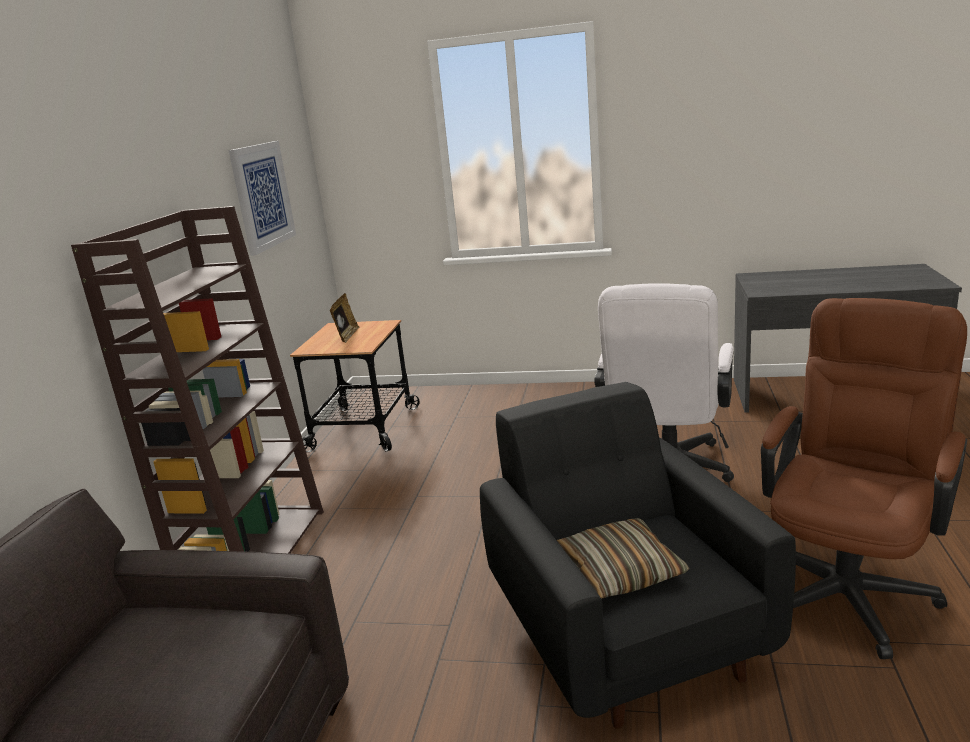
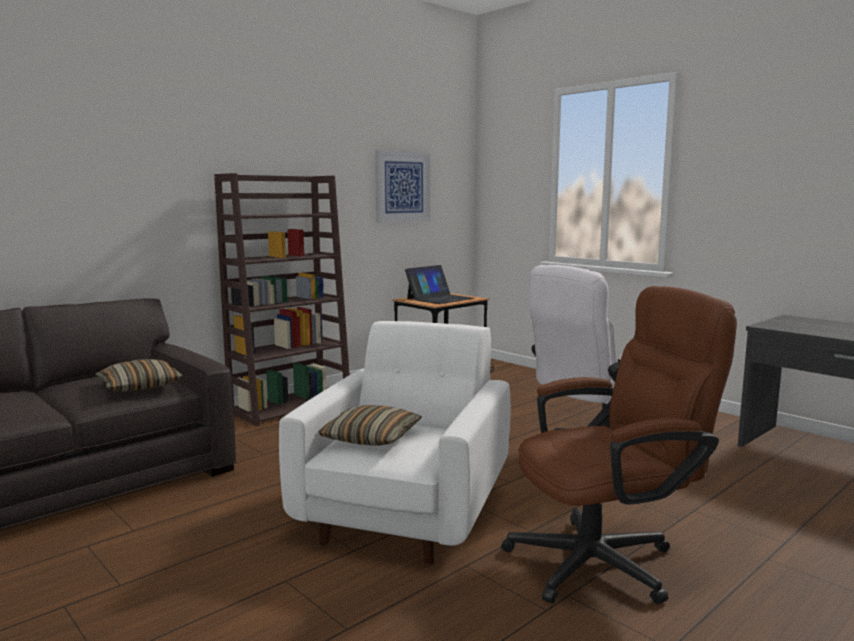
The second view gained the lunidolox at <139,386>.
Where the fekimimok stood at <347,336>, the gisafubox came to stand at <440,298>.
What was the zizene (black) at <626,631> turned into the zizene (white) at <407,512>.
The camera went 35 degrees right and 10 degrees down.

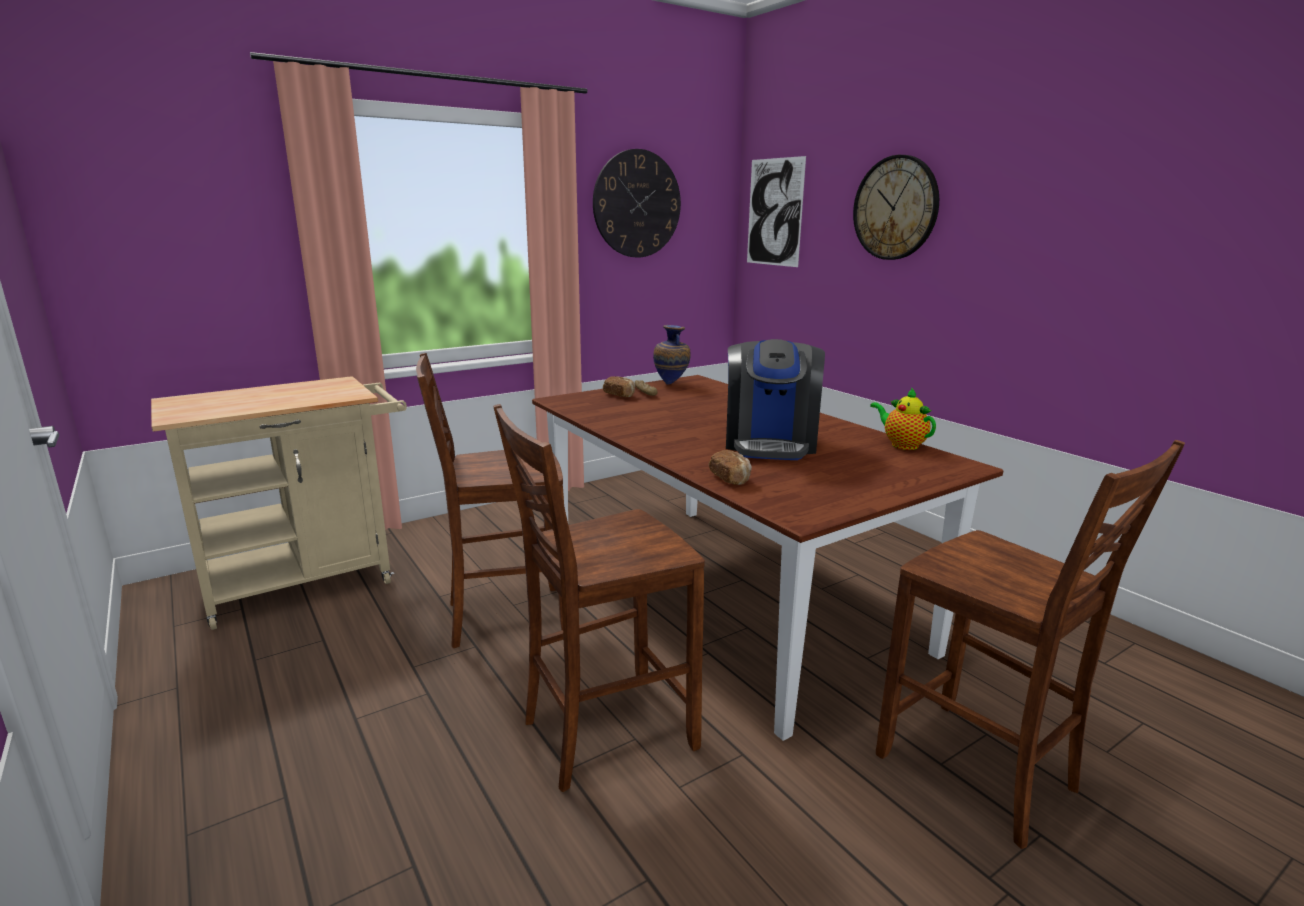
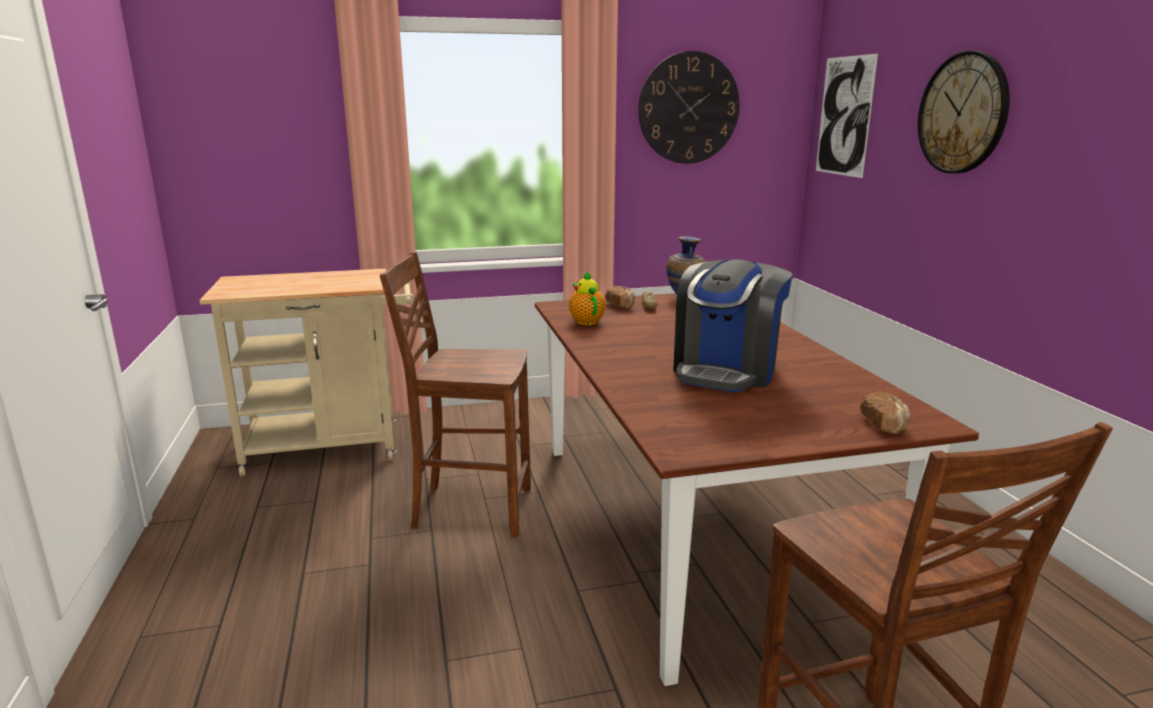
The second view lost the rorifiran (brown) at <604,733>.
The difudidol ended up elsewhere, having gone from <731,478> to <884,425>.
The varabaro ended up elsewhere, having gone from <901,445> to <586,321>.
The camera went 20 degrees right and 0 degrees up.

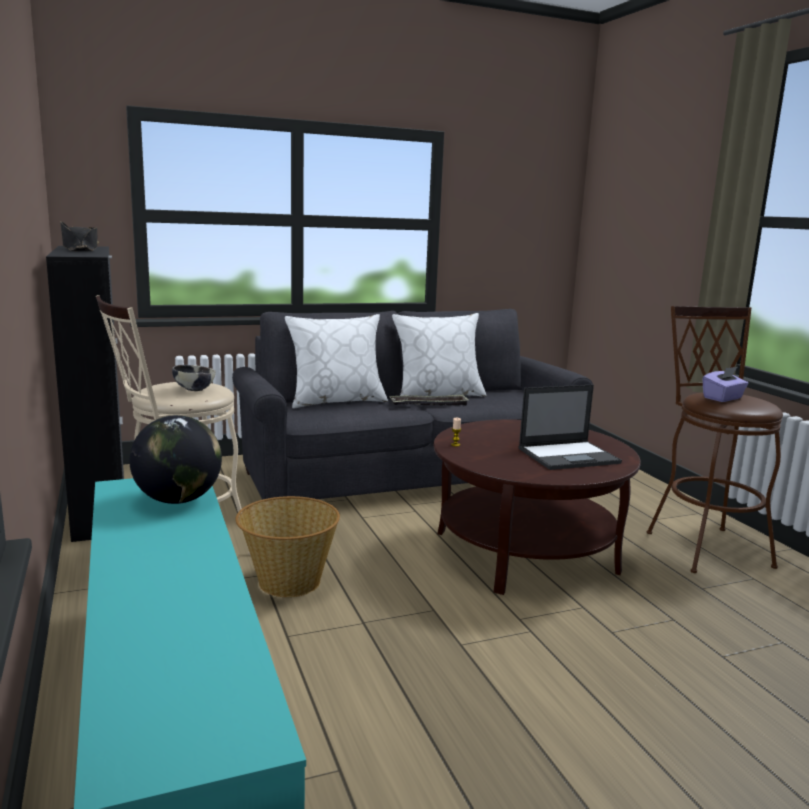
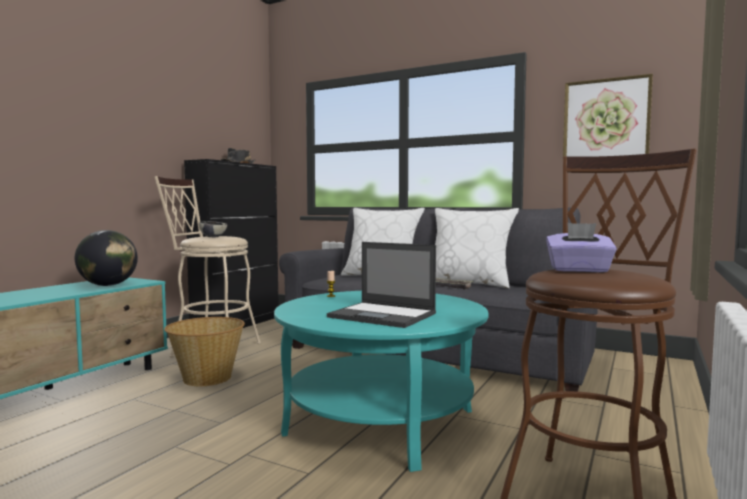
The second view gained the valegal at <606,119>.
What was the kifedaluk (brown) at <525,551> turned into the kifedaluk (turquoise) at <381,421>.
The camera went 50 degrees right and 10 degrees down.

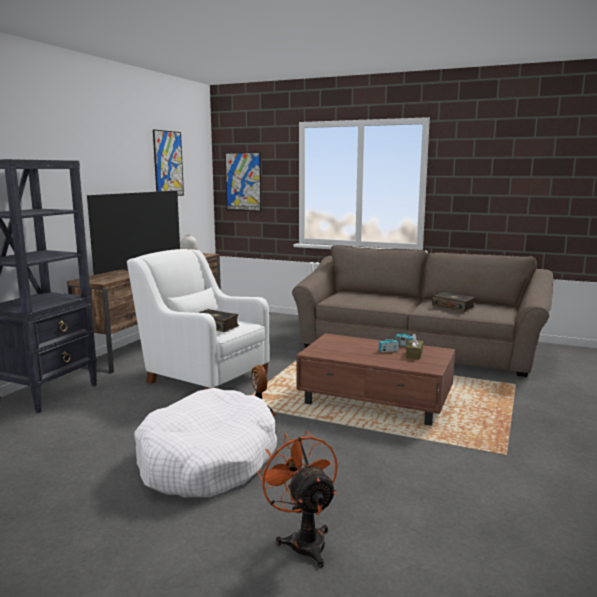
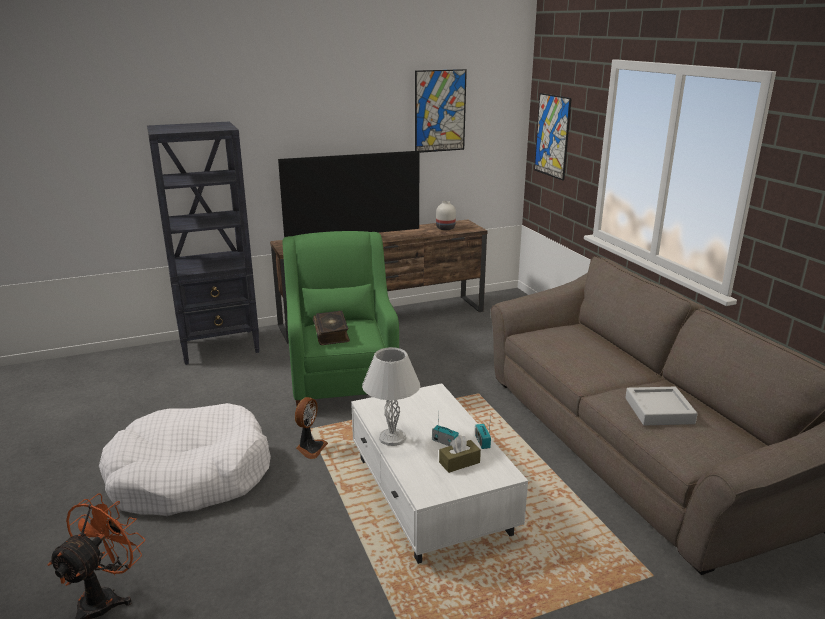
The second view gained the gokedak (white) at <391,438>.
Where the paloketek stood at <453,306>, the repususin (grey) came to stand at <659,411>.
What was the zizene (white) at <203,377> turned into the zizene (green) at <342,380>.
What was the kifedaluk (brown) at <376,401> turned into the kifedaluk (white) at <430,496>.
The camera went 45 degrees right and 10 degrees up.

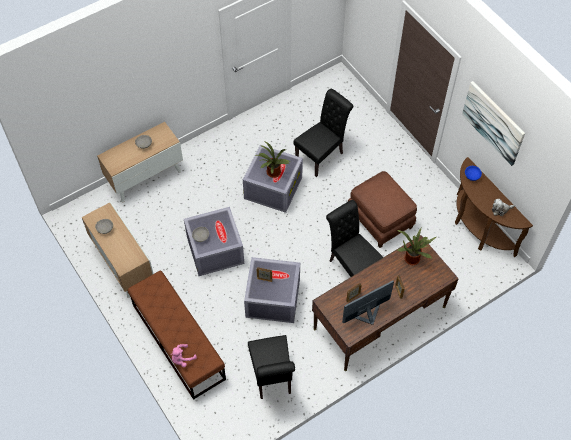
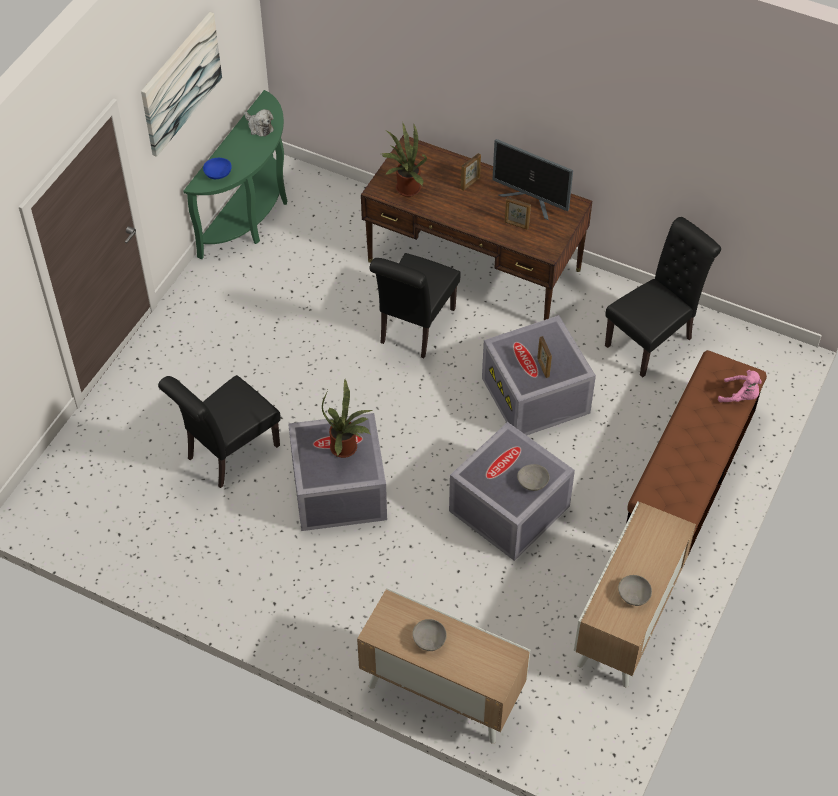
The second view lost the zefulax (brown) at <380,218>.
What was the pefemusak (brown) at <477,229> turned into the pefemusak (green) at <251,216>.
The rorifiran (black) at <322,155> ended up facing another way, 60 degrees counterclockwise from before.
The camera went 120 degrees left and 5 degrees down.

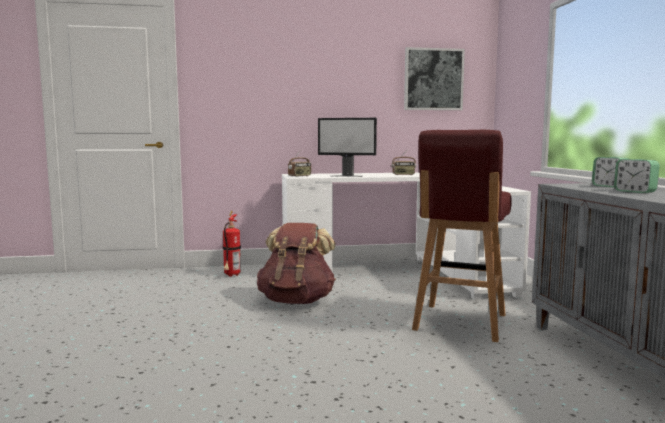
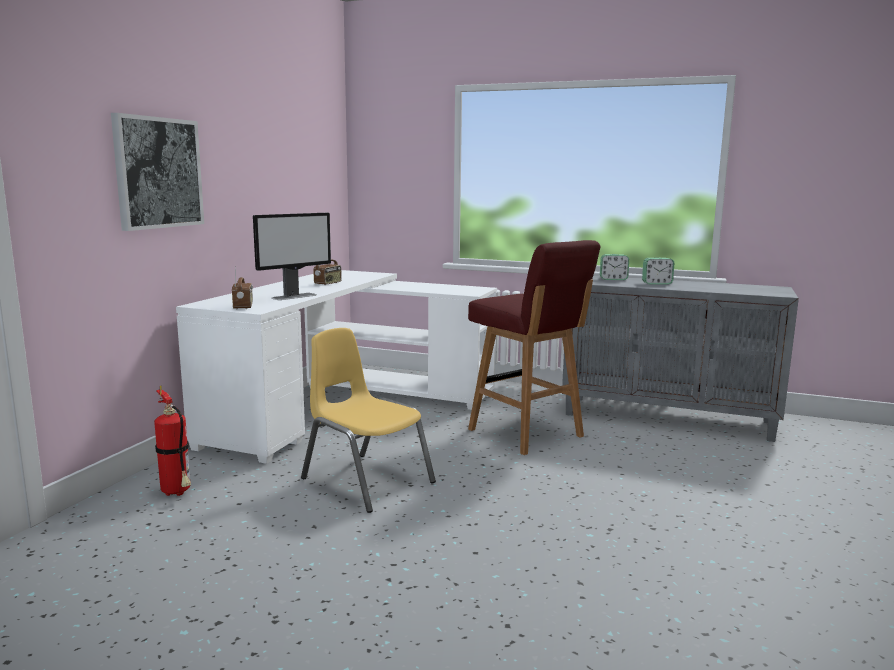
The valegal ended up elsewhere, having gone from <433,79> to <158,173>.
Where the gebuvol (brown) stood at <297,301>, the rorifiran (yellow) came to stand at <366,481>.
The camera went 60 degrees left and 5 degrees up.

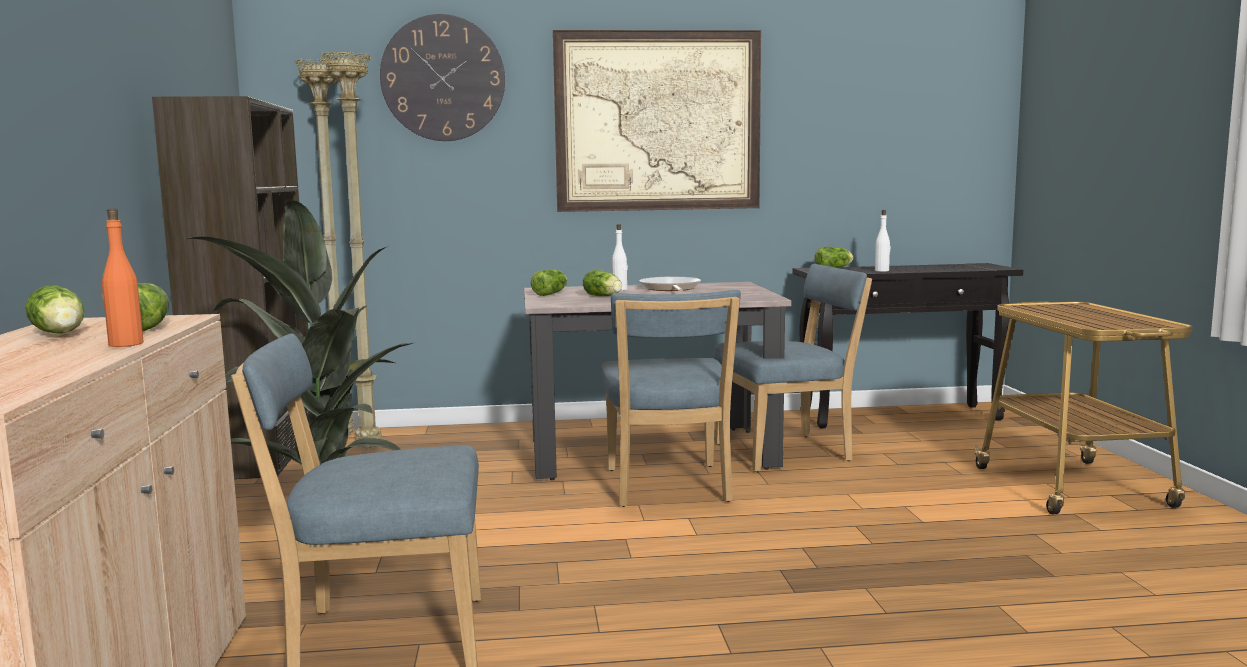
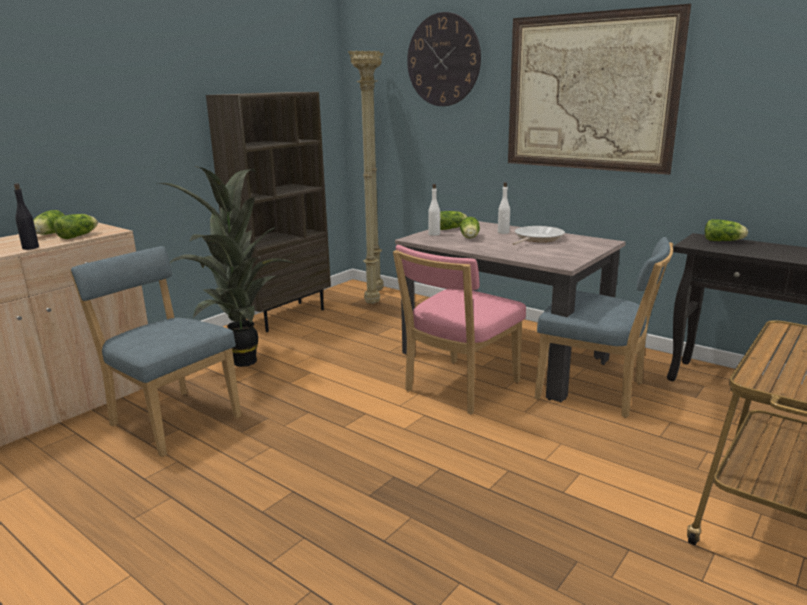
The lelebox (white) ended up elsewhere, having gone from <882,270> to <434,234>.
What was the lelebox (orange) at <125,344> turned into the lelebox (black) at <30,247>.
What was the rorifiran (blue) at <668,488> turned into the rorifiran (pink) at <458,388>.
The camera went 45 degrees right and 10 degrees up.

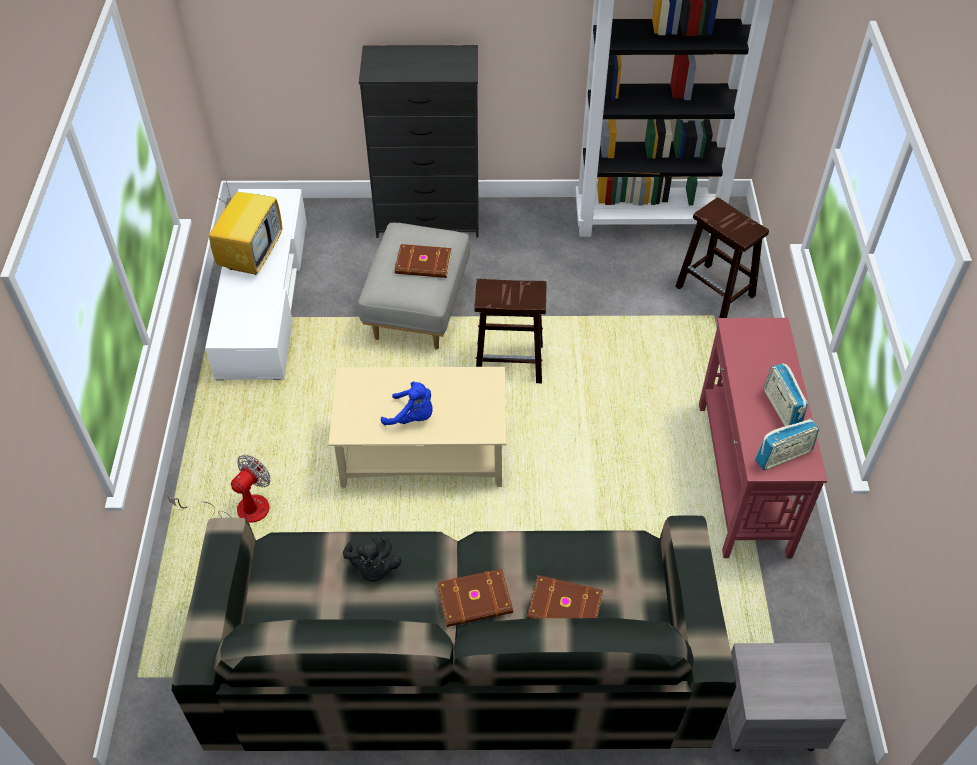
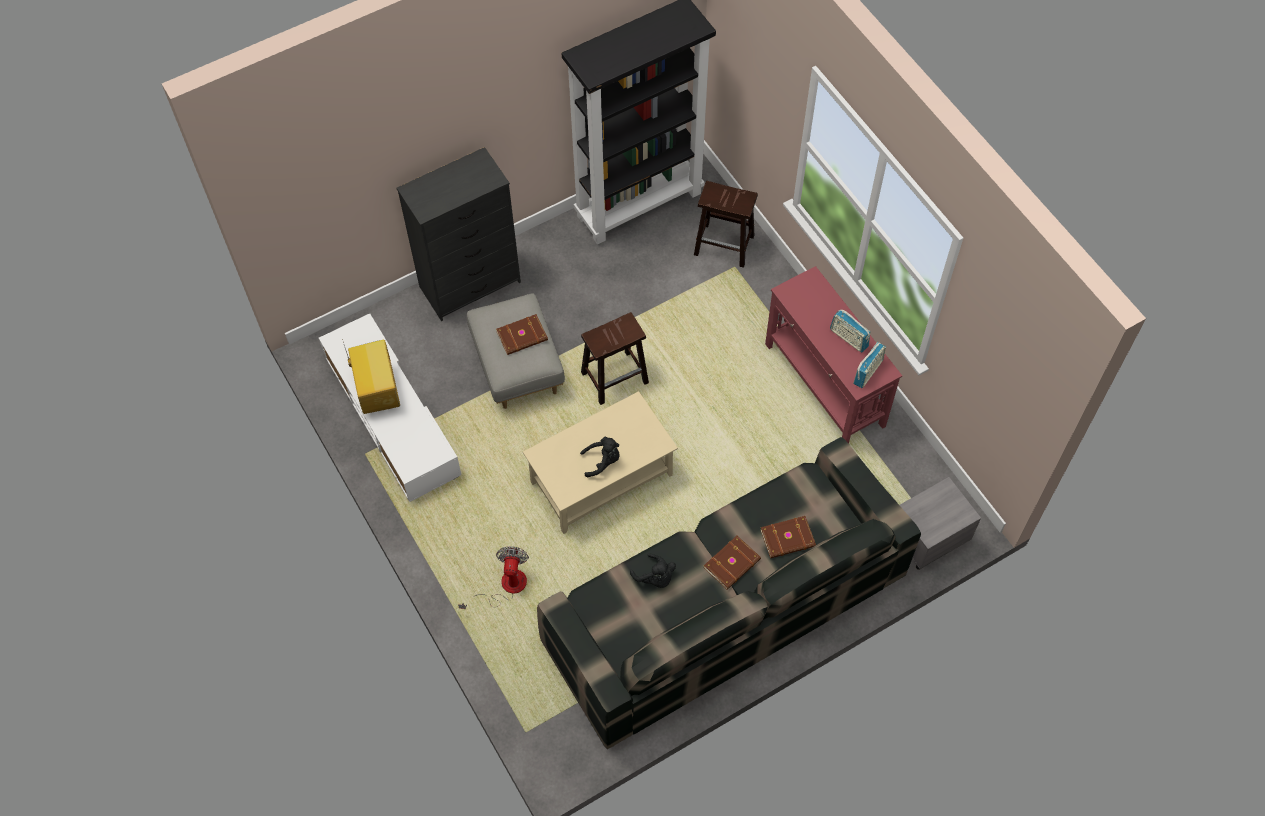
What was the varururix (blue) at <412,417> turned into the varururix (black) at <602,461>.
The camera went 30 degrees left and 10 degrees up.

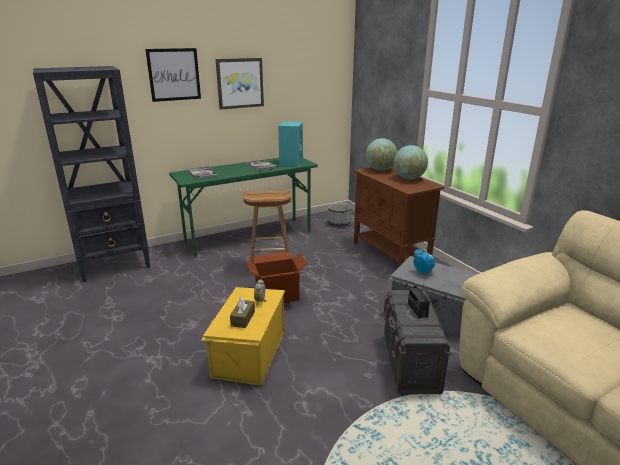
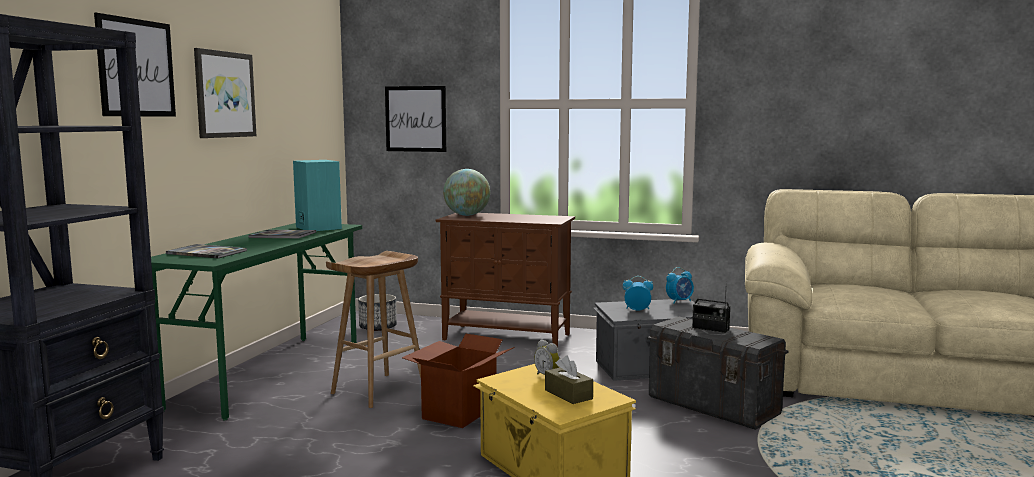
The second view lost the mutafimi at <409,178>.
The second view gained the valegal at <415,119>.
The second view gained the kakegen at <679,301>.
The camera went 45 degrees left and 15 degrees down.

